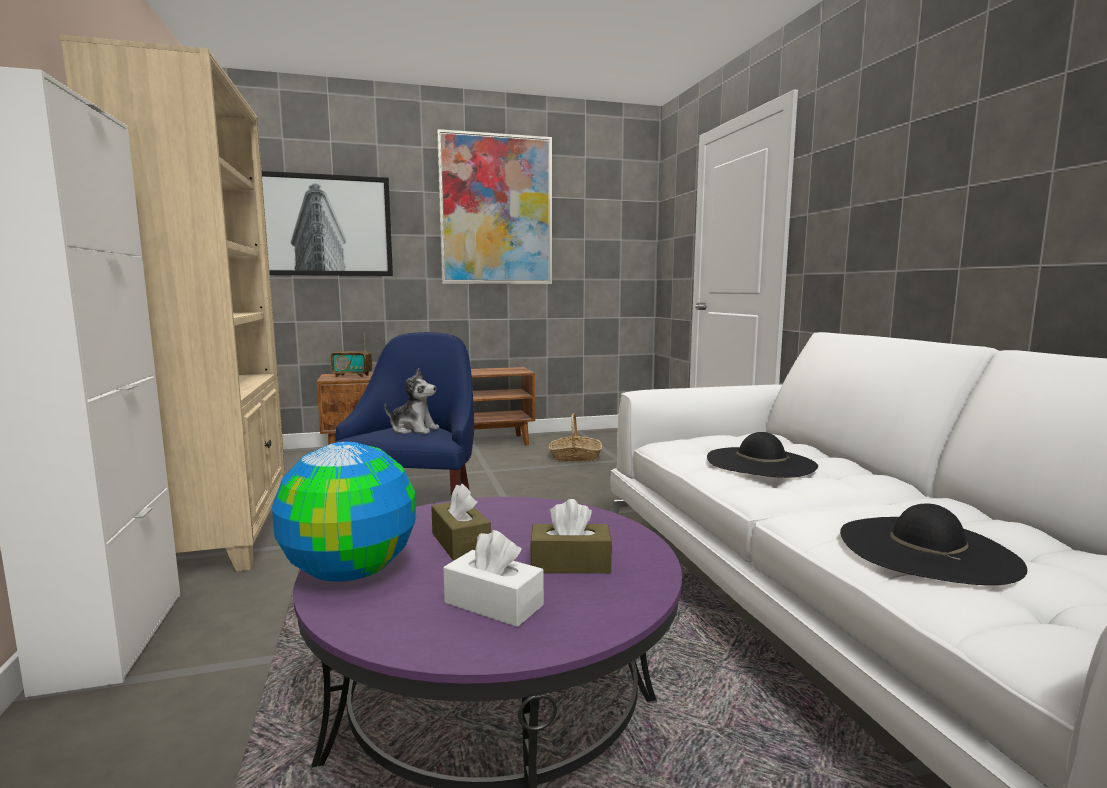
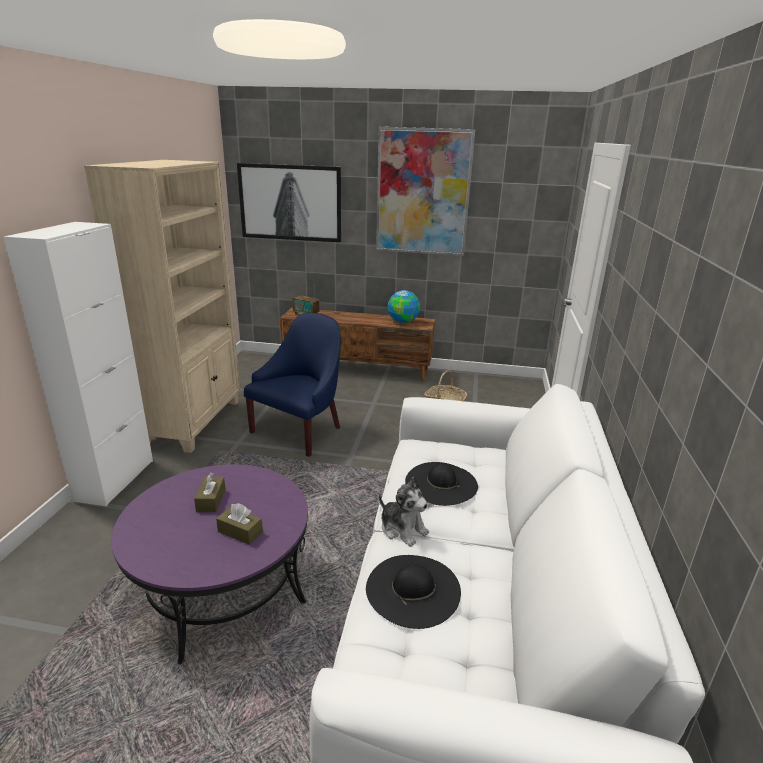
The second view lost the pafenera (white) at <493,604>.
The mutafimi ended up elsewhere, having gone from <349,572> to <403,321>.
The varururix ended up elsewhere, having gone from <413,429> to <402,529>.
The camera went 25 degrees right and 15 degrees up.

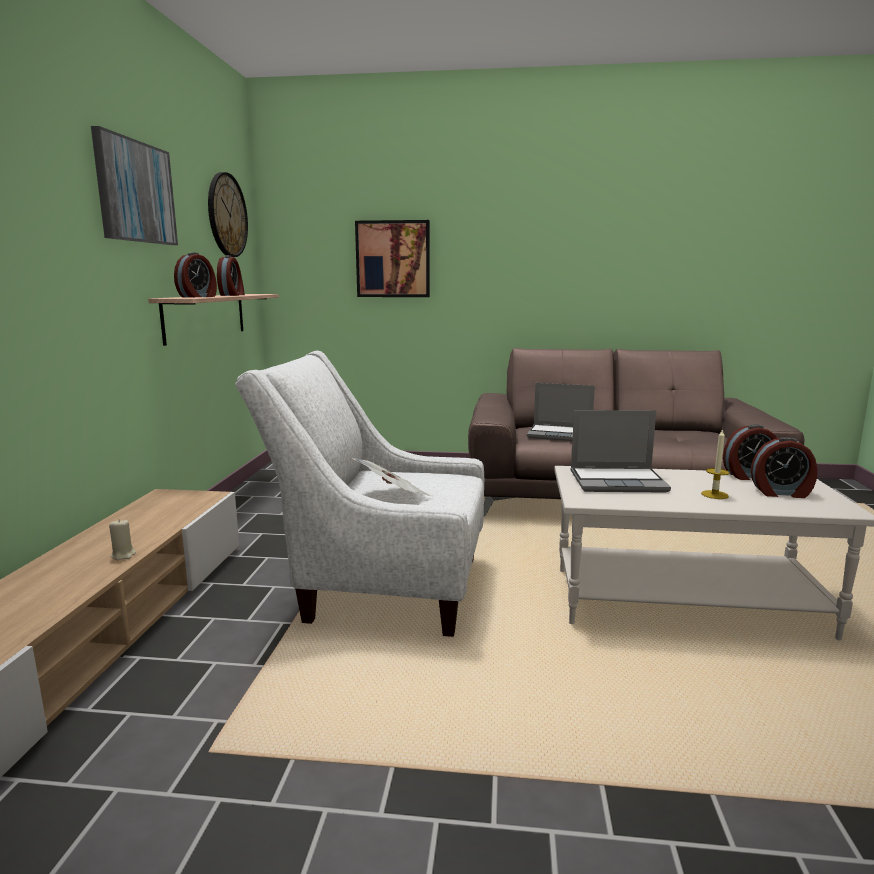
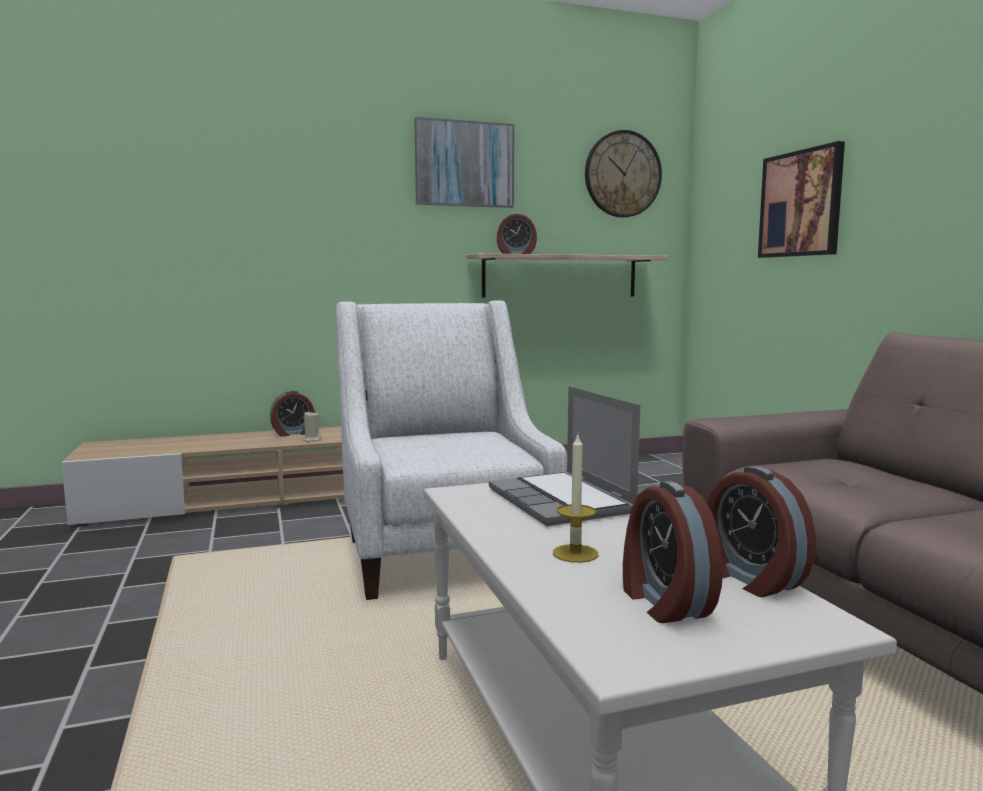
The second view lost the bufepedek at <393,497>.
The second view lost the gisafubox at <561,434>.
The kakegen ended up elsewhere, having gone from <232,295> to <293,433>.
The camera went 65 degrees right and 5 degrees down.

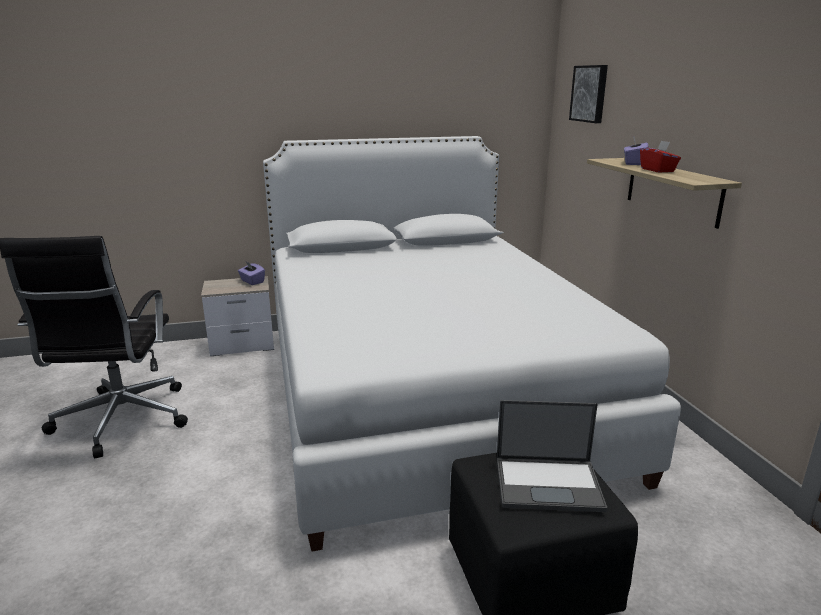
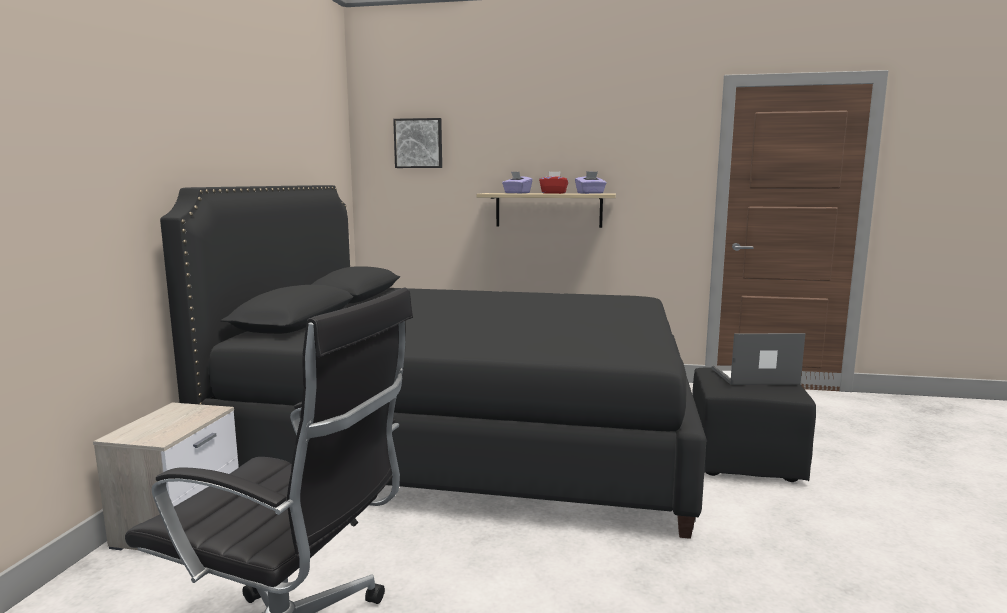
The pafenera (purple) ended up elsewhere, having gone from <252,281> to <590,193>.
What was the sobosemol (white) at <426,393> turned into the sobosemol (black) at <468,440>.
The gisafubox at <549,483> ended up facing another way, 120 degrees counterclockwise from before.
The camera went 65 degrees left and 10 degrees down.

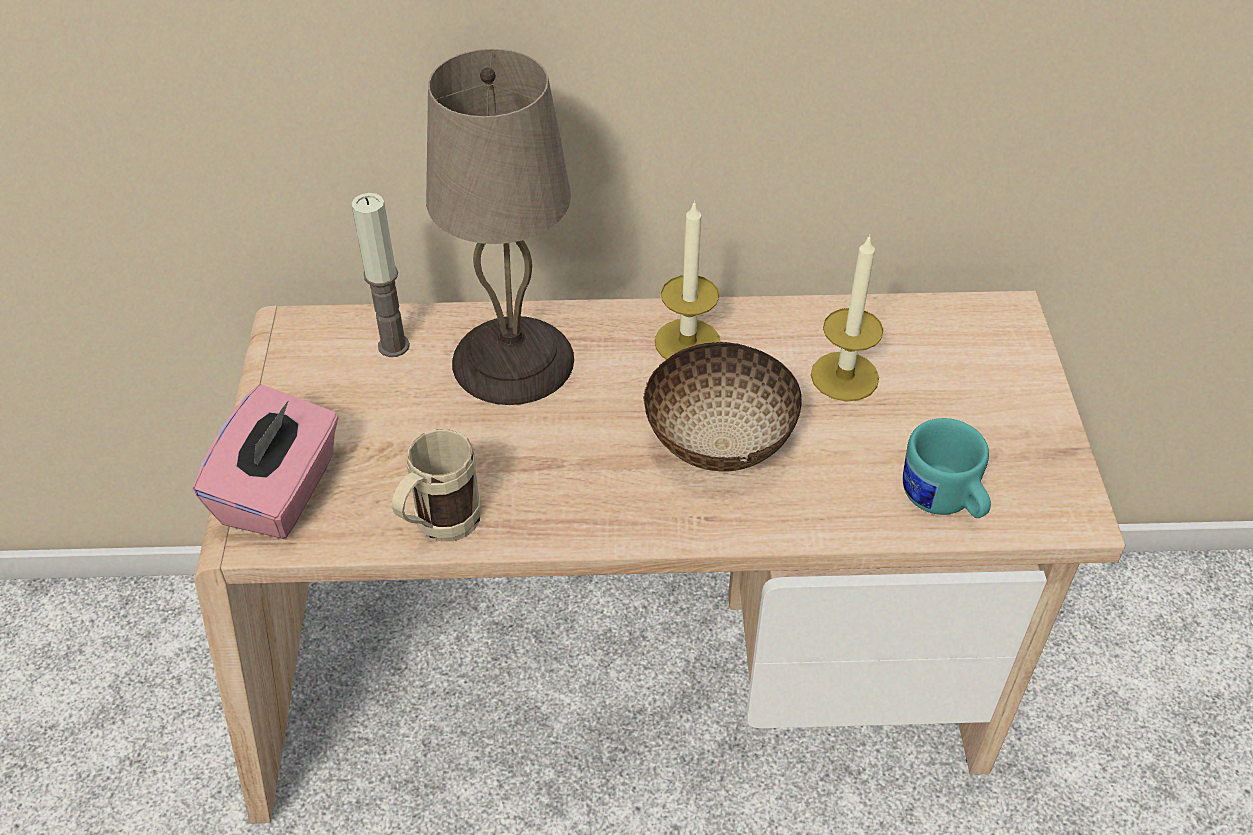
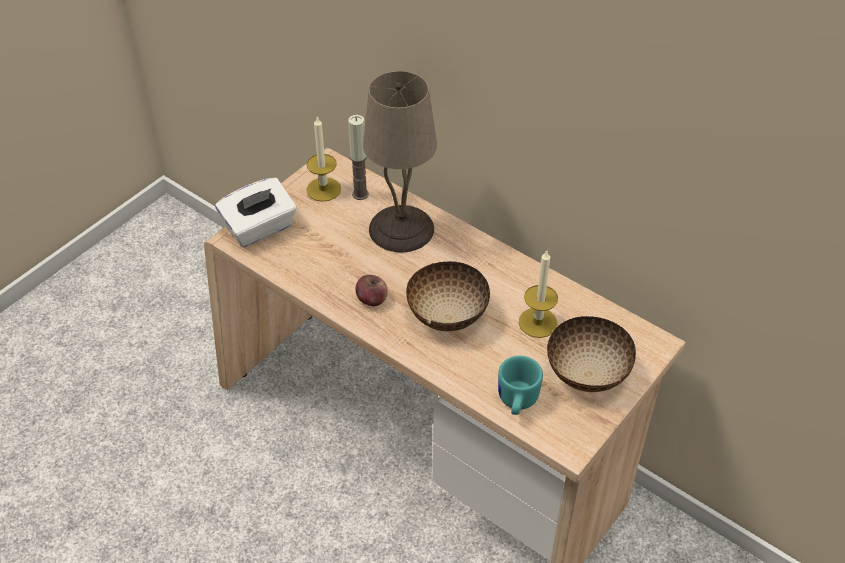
The second view lost the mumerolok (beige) at <438,528>.
The second view gained the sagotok at <372,299>.
The second view gained the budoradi at <585,374>.
The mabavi ended up elsewhere, having gone from <687,342> to <323,189>.
What was the pafenera (pink) at <281,492> turned into the pafenera (white) at <259,228>.
The camera went 40 degrees right and 0 degrees up.

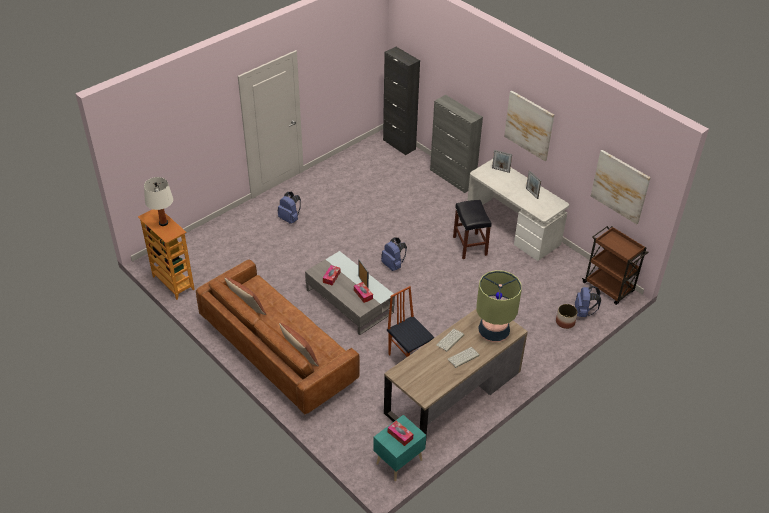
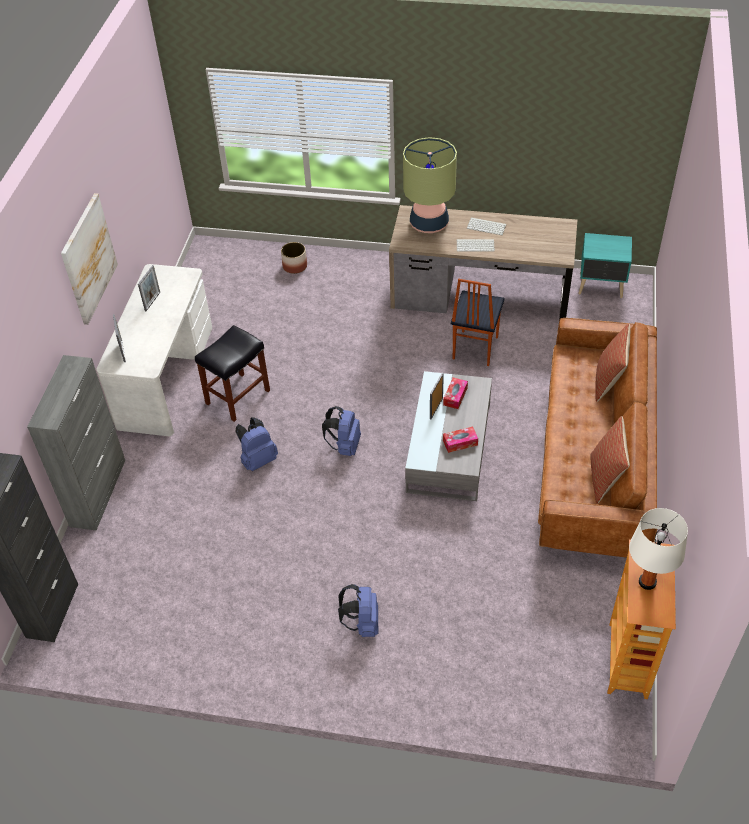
The second view lost the pafenera at <400,435>.
The second view lost the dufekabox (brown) at <609,288>.
The second view lost the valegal at <620,186>.
The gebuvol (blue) ended up elsewhere, having gone from <583,312> to <258,460>.
The camera went 125 degrees left and 5 degrees up.

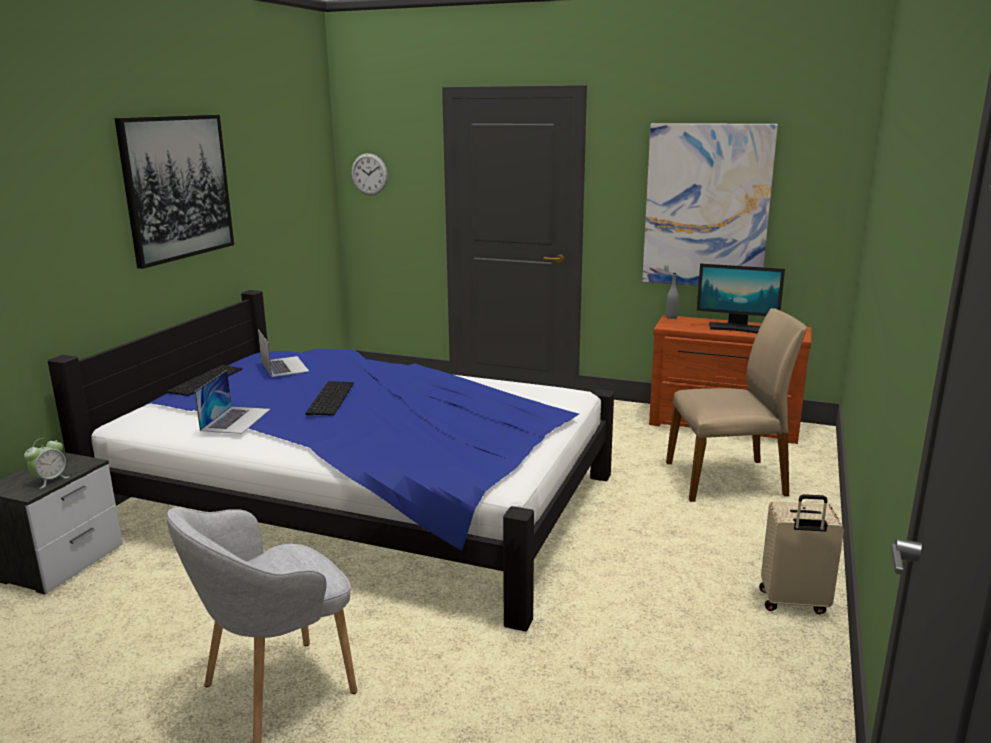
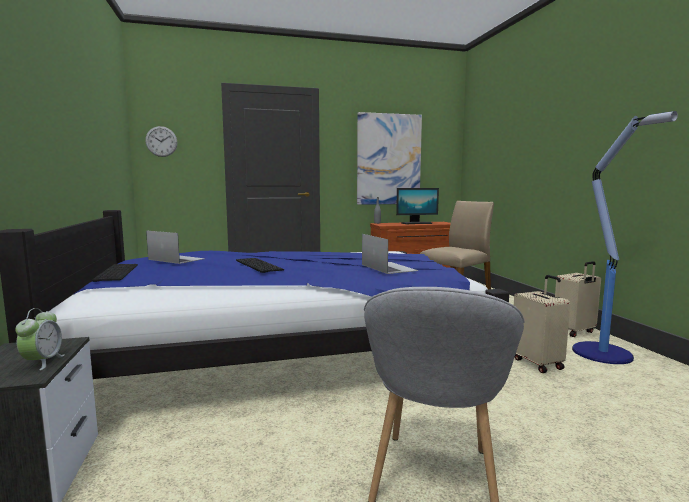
The second view lost the valegal at <177,187>.
The second view gained the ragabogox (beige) at <538,363>.
The second view gained the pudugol at <604,354>.
The gisafubox ended up elsewhere, having gone from <236,419> to <388,267>.
The camera went 35 degrees left and 10 degrees down.

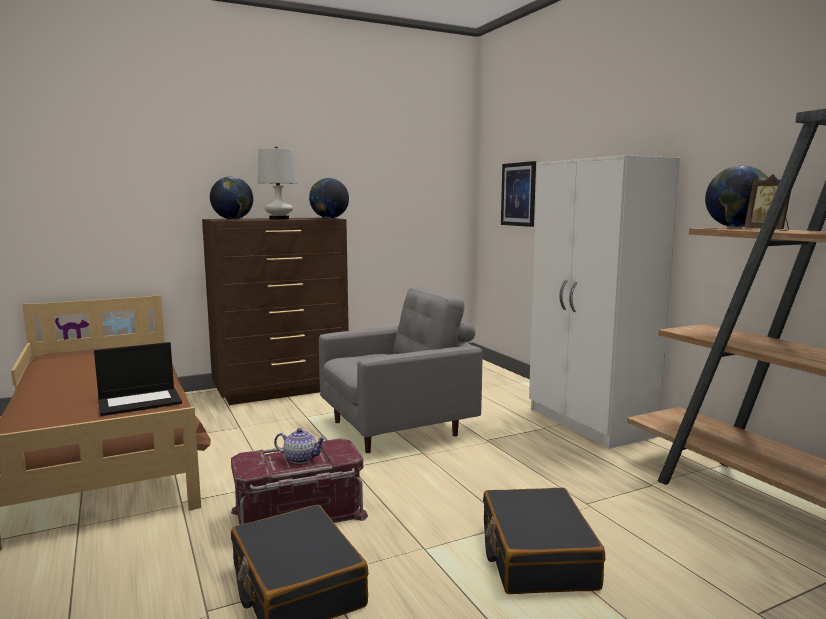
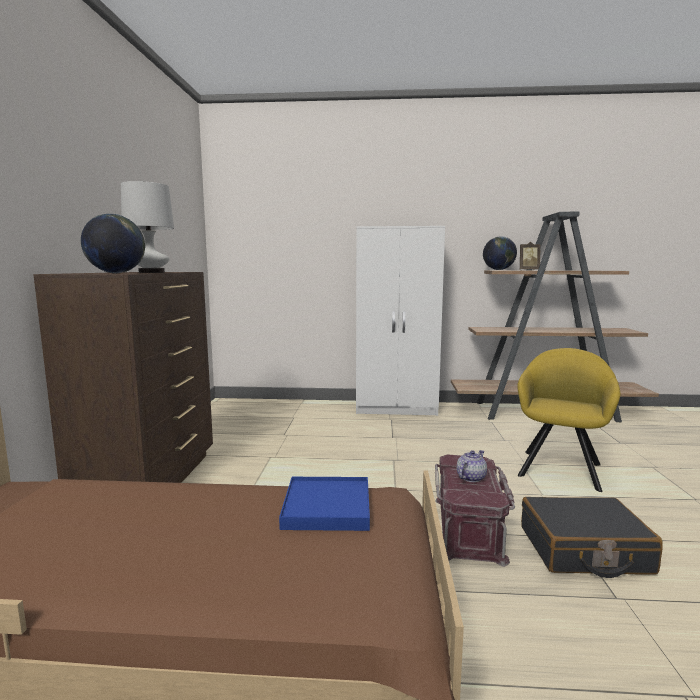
The second view lost the mutafimi at <329,218>.
The second view lost the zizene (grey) at <398,428>.
The second view lost the valegal at <518,194>.
Where the gisafubox stood at <140,401>, the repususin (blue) came to stand at <327,507>.
Where the ragabogox (black) stood at <536,556>, the zizene (yellow) came to stand at <560,467>.
The camera went 60 degrees left and 0 degrees up.

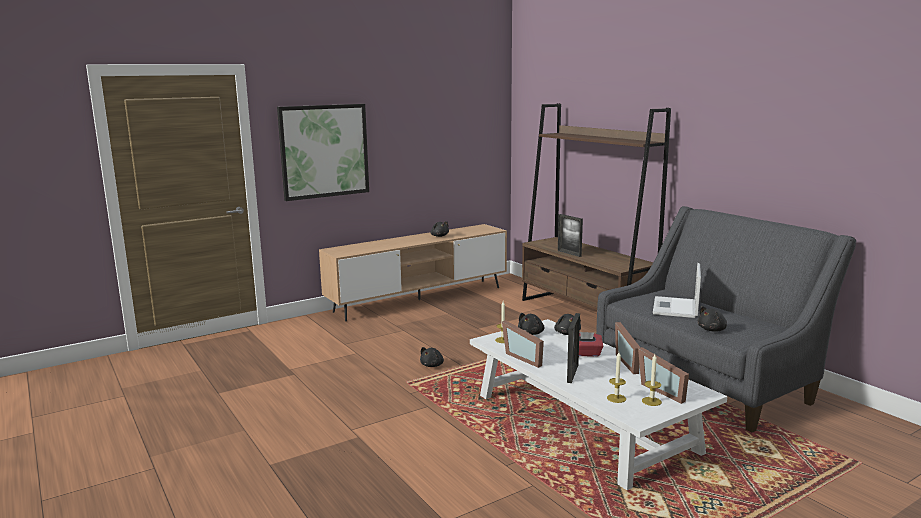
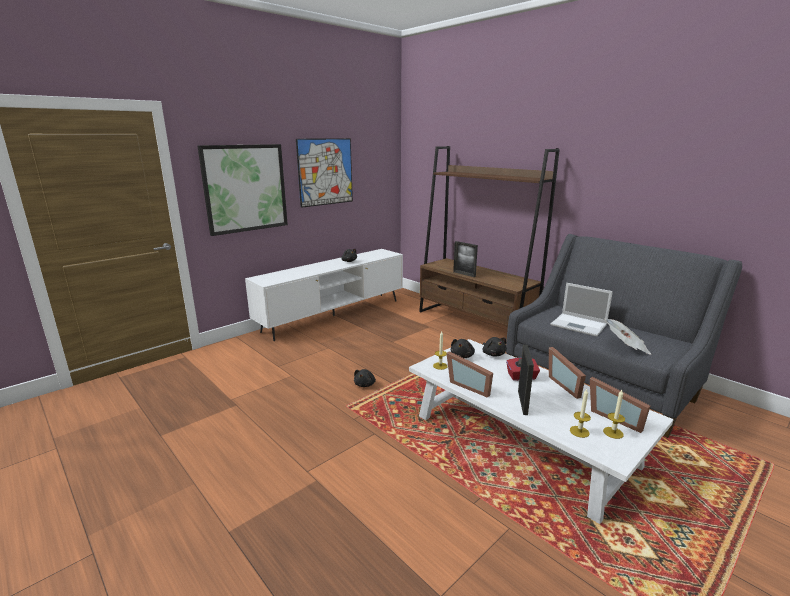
The second view gained the valegal at <325,172>.
Where the varururix (black) stood at <712,330>, the bufepedek came to stand at <626,347>.
What was the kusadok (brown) at <419,299> turned into the kusadok (white) at <334,315>.
The gisafubox at <675,308> ended up facing another way, 60 degrees counterclockwise from before.
The camera went 10 degrees left and 5 degrees up.

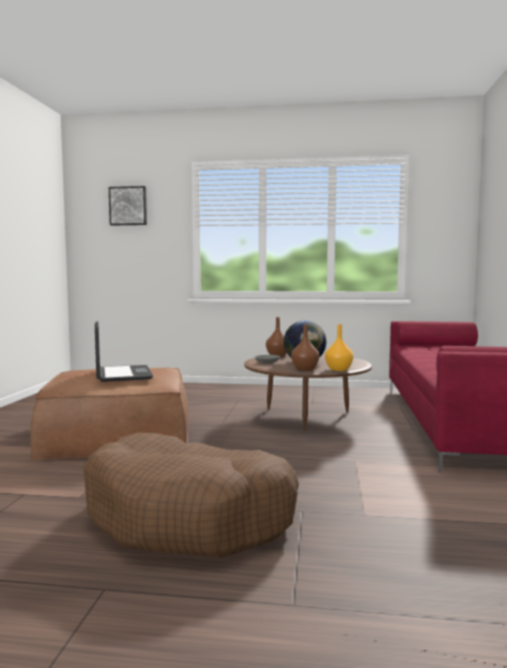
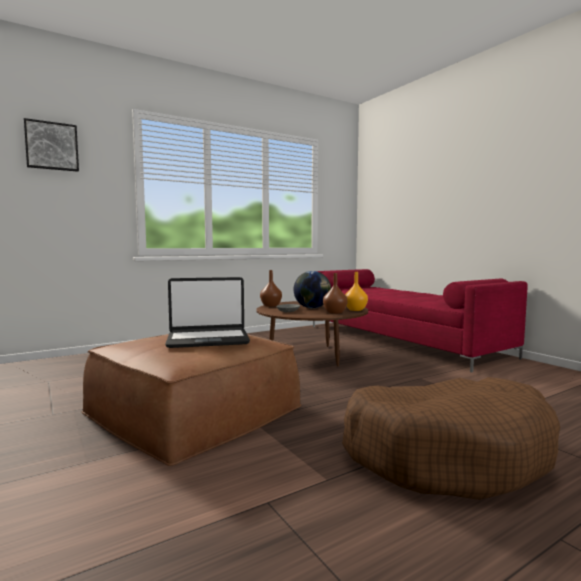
The gisafubox at <122,375> ended up facing another way, 135 degrees clockwise from before.
The camera went 40 degrees left and 0 degrees up.

